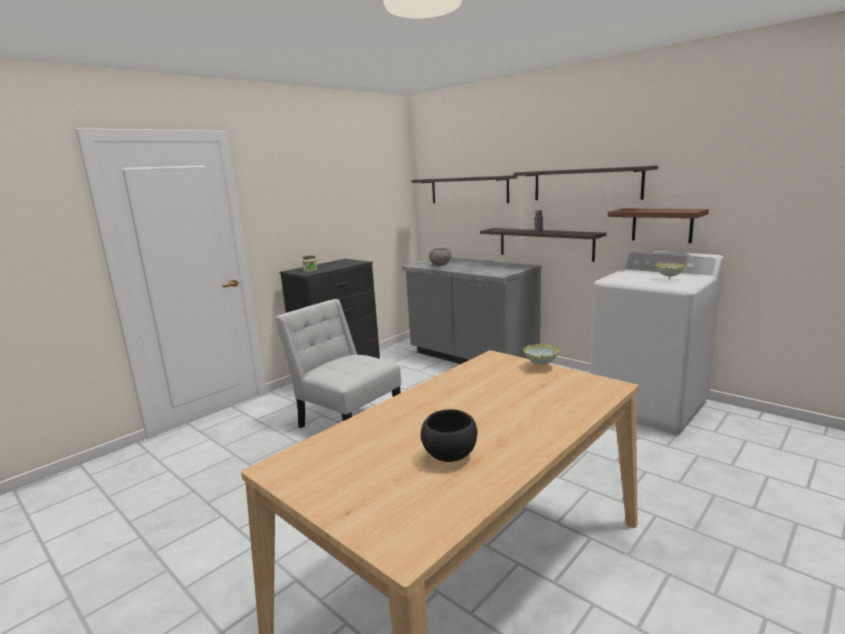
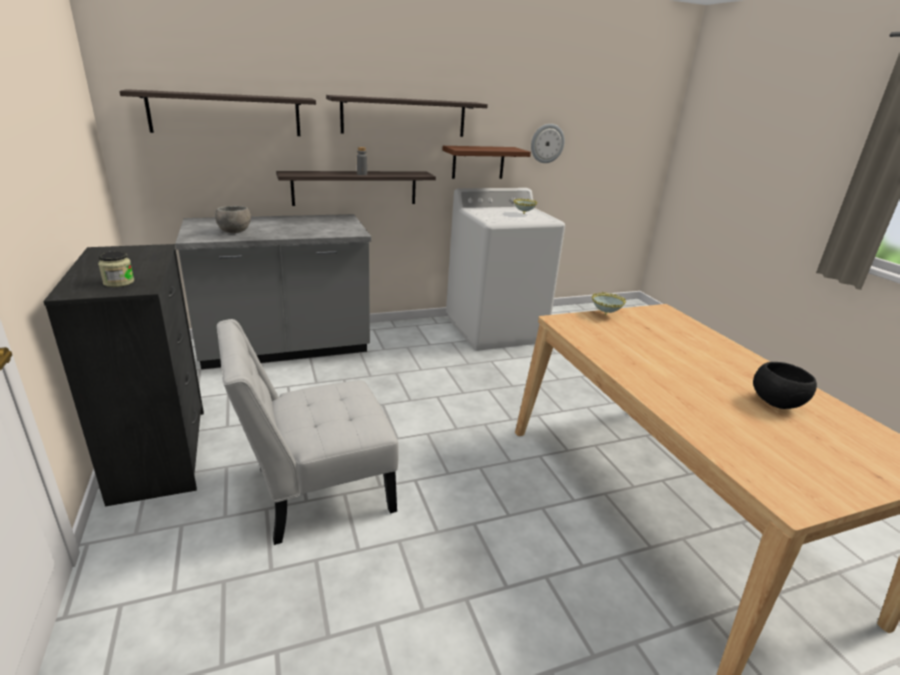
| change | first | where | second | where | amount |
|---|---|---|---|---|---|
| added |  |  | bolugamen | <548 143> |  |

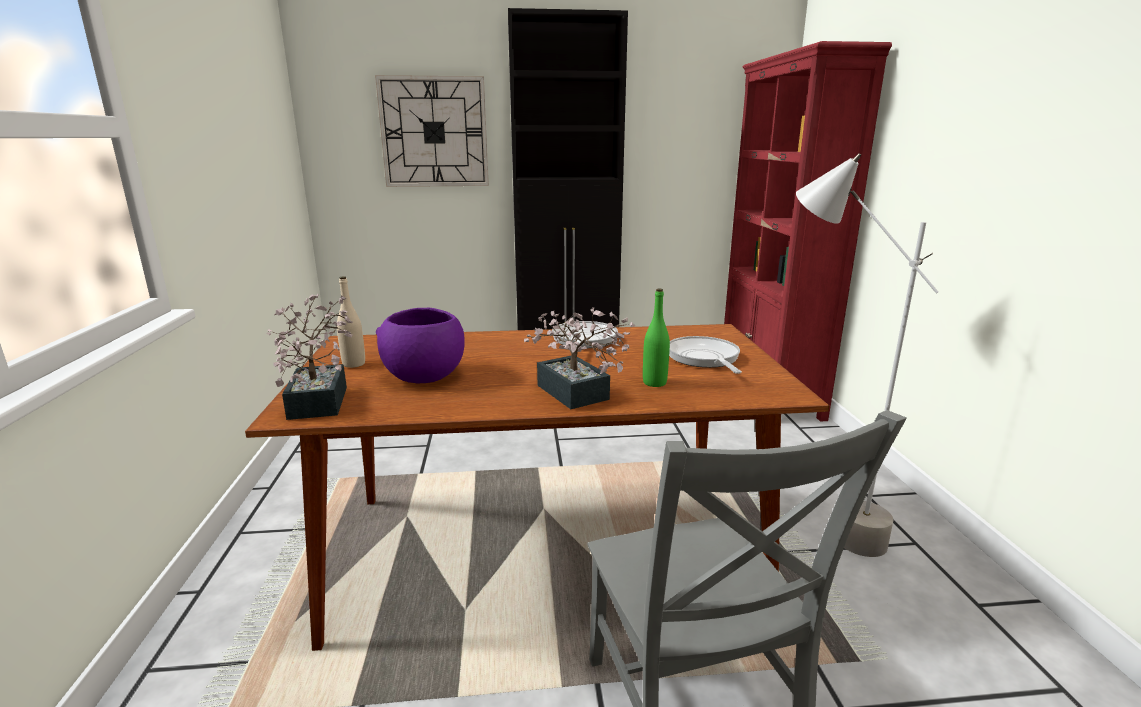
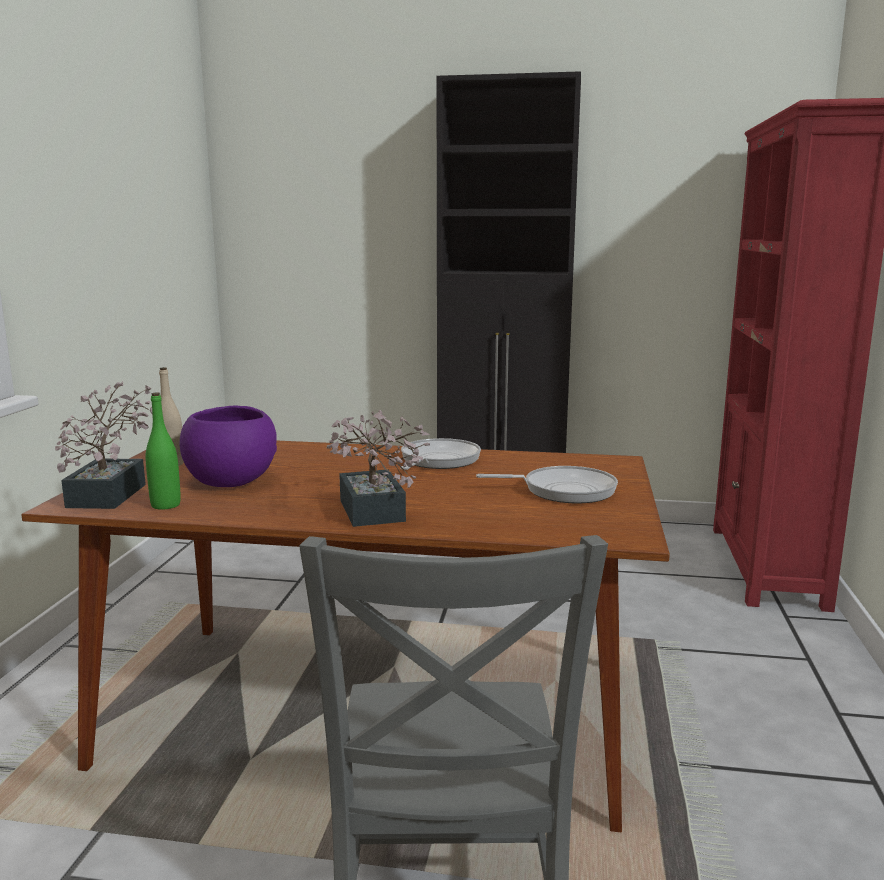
| change | first | where | second | where | amount |
|---|---|---|---|---|---|
| removed | bolugamen | <432 131> |  |  |  |
| removed | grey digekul | <867 355> |  |  |  |
| moved | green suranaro | <656 338> |  | <163 451> |  |
| turned | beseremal | <705 355> |  | <547 485> | 90 degrees clockwise |

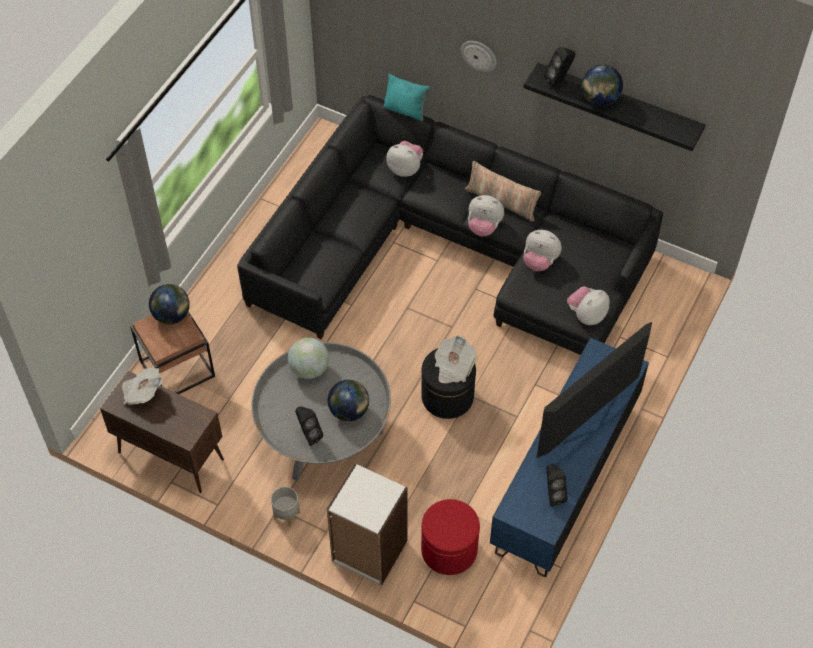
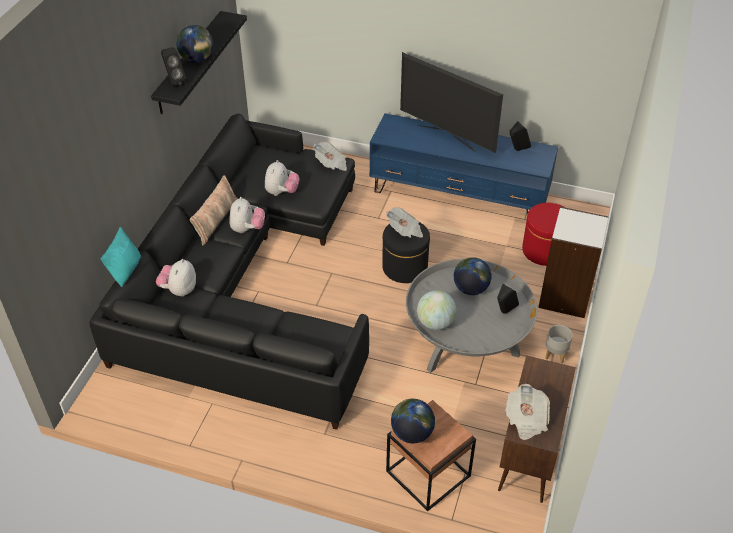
| change | first | where | second | where | amount |
|---|---|---|---|---|---|
| removed | bolugamen | <478 56> |  |  |  |
| replaced | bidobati | <588 305> | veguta | <330 156> |  |

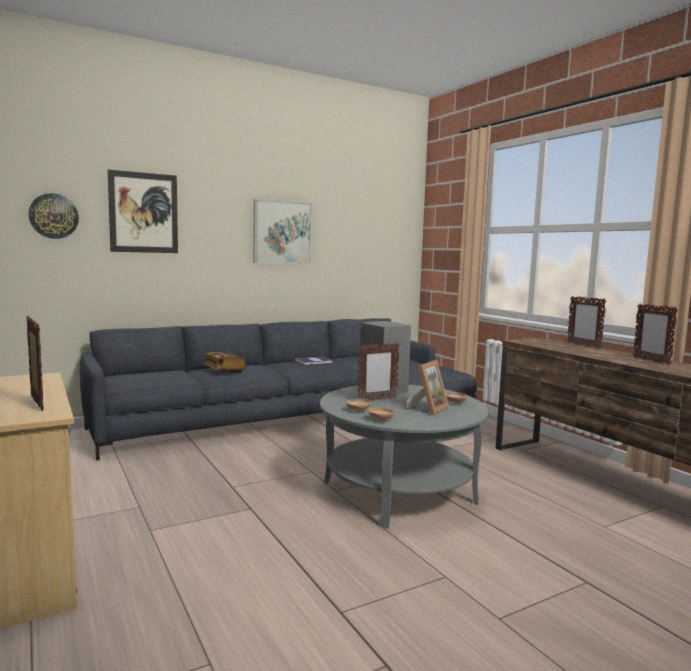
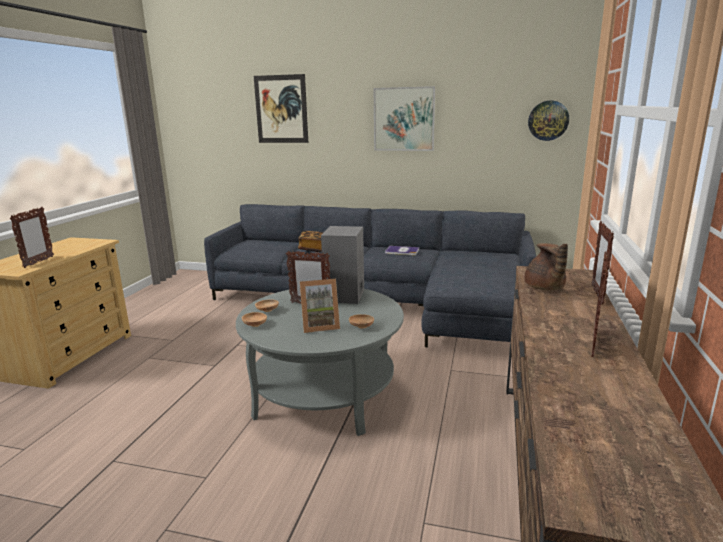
| change | first | where | second | where | amount |
|---|---|---|---|---|---|
| moved | bolugamen | <54 216> |  | <548 121> |  |
| added |  |  | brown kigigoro | <546 266> |  |

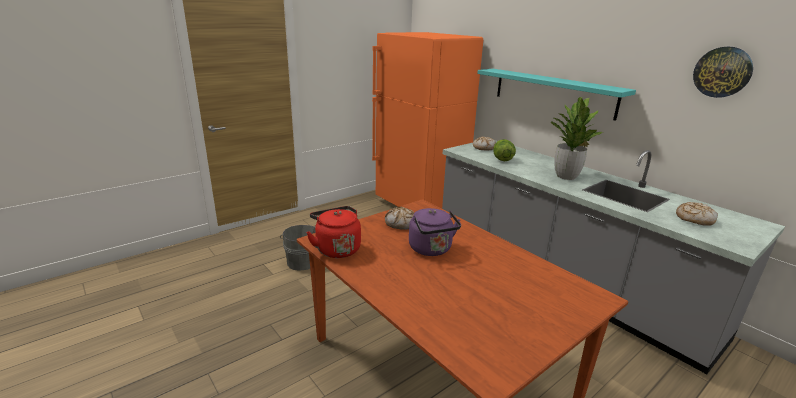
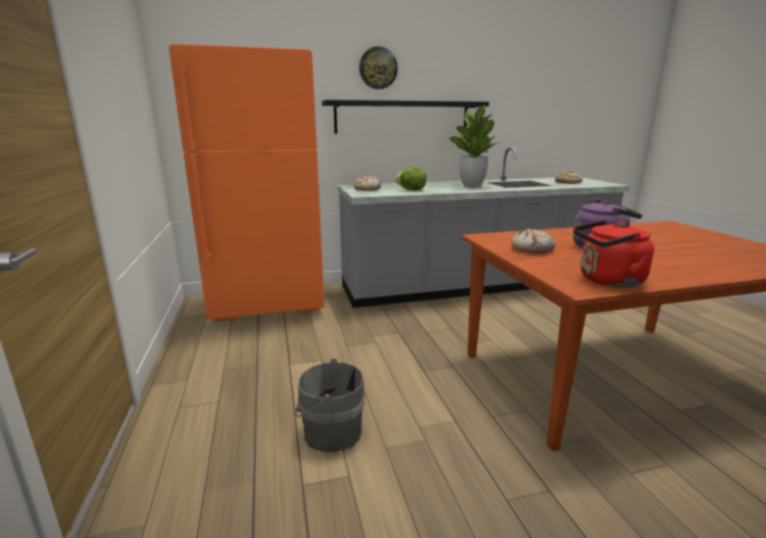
| change | first | where | second | where | amount |
|---|---|---|---|---|---|
| moved | bolugamen | <723 72> |  | <378 67> |  |
| recoloured | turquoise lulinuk | <556 95> | black lulinuk | <405 117> |  |

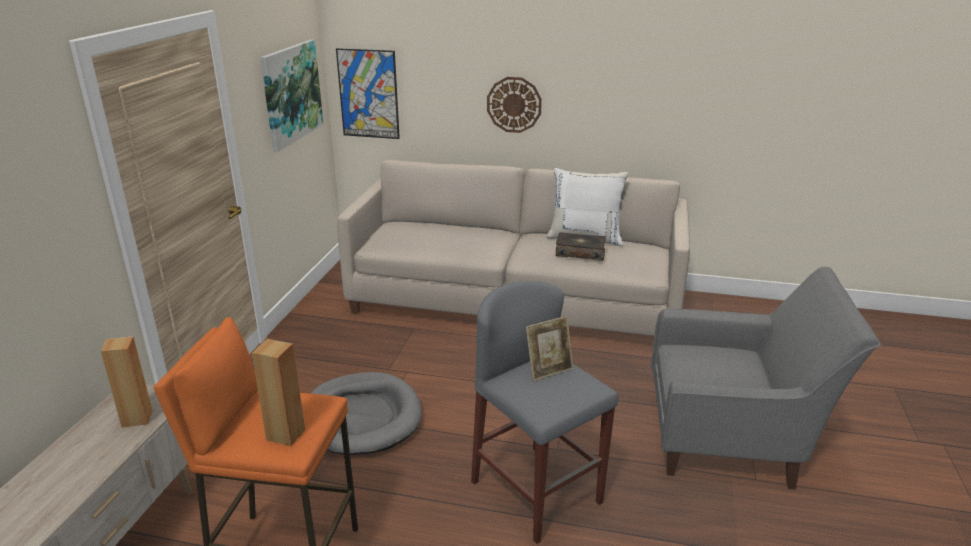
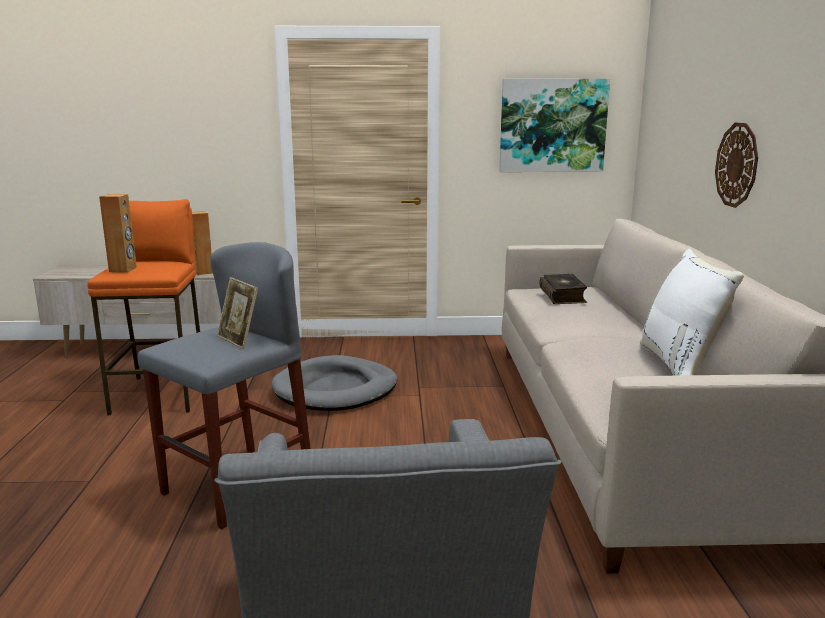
| change | first | where | second | where | amount |
|---|---|---|---|---|---|
| removed | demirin | <368 93> |  |  |  |
| moved | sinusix | <581 246> |  | <563 289> |  |

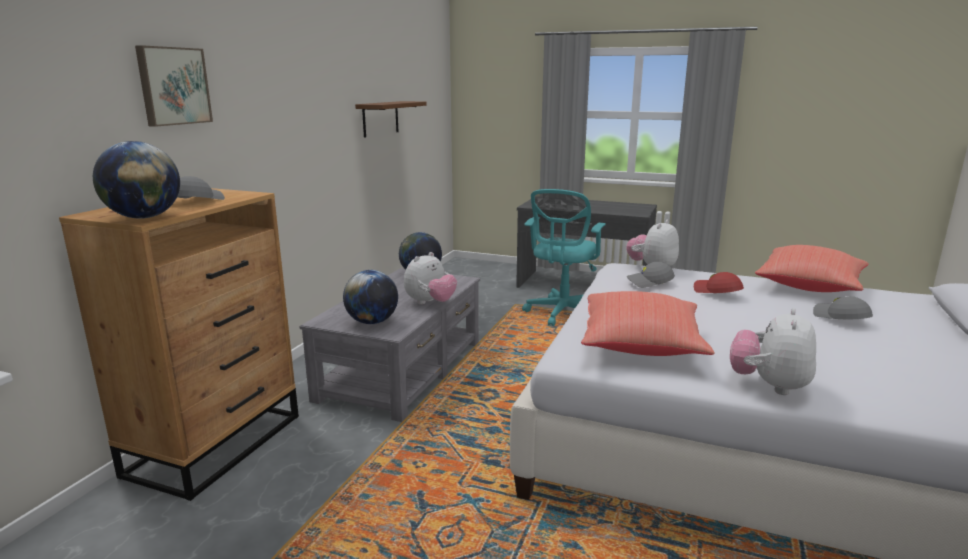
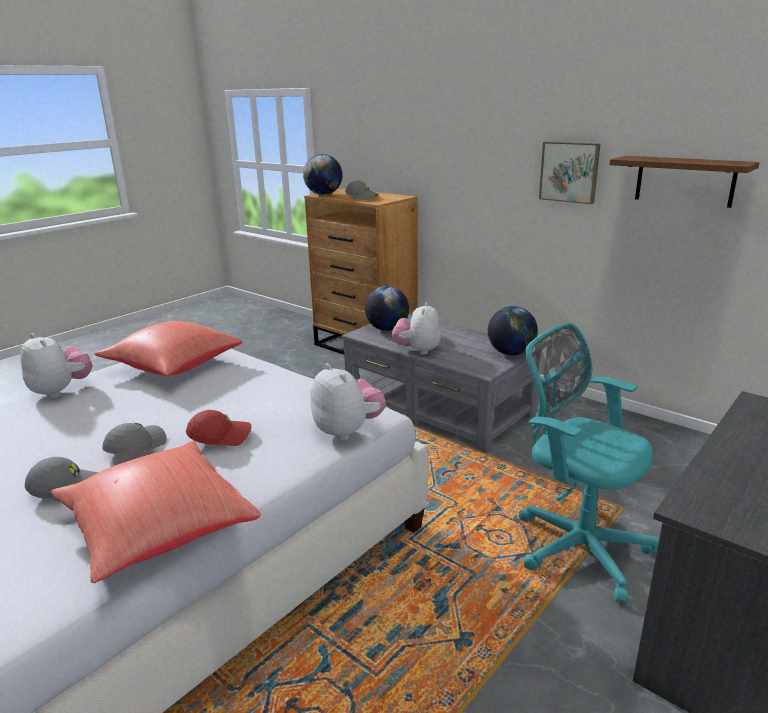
| change | first | where | second | where | amount |
|---|---|---|---|---|---|
| moved | demirin | <174 86> |  | <570 172> |  |
| turned | bidobati | <430 278> |  | <416 328> | 45 degrees clockwise |
| moved | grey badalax | <651 275> |  | <134 438> |  |

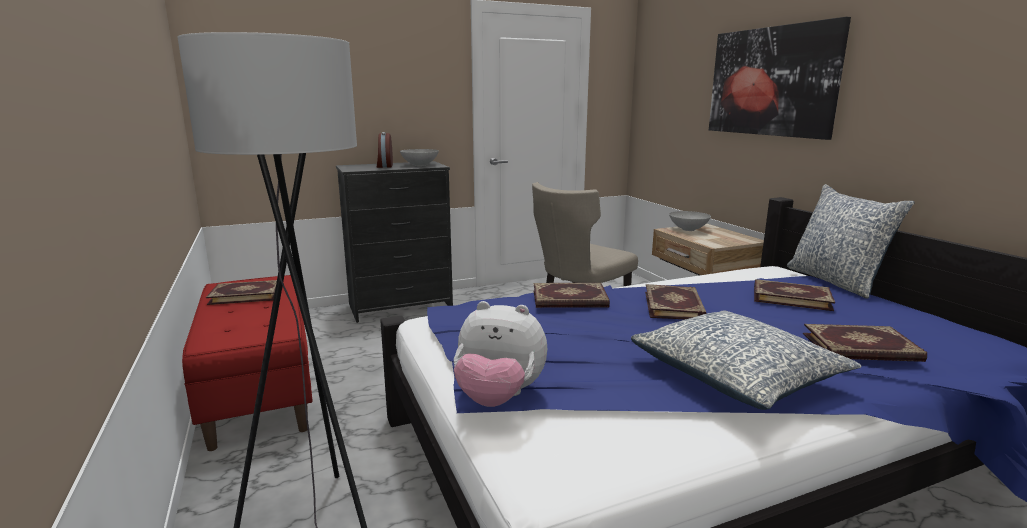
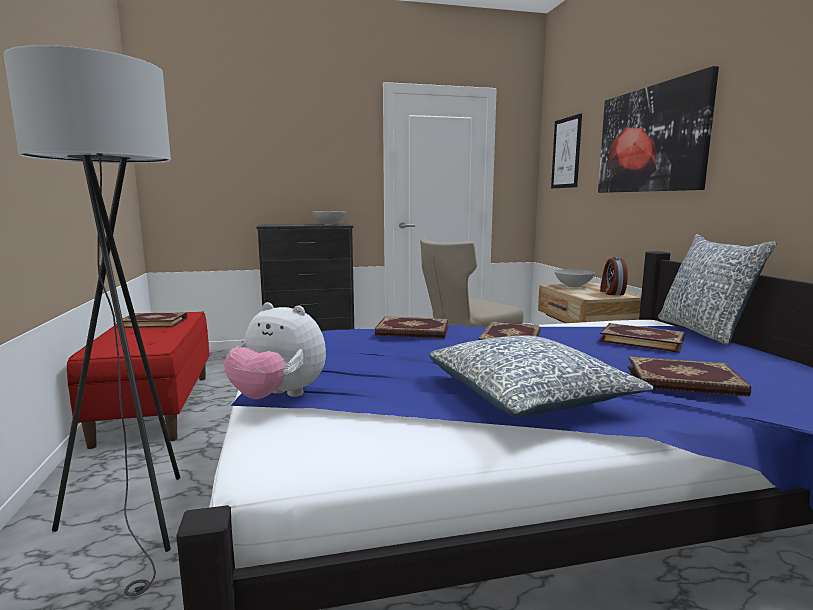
| change | first | where | second | where | amount |
|---|---|---|---|---|---|
| moved | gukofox | <384 150> |  | <614 276> |  |
| added |  |  | demirin | <566 151> |  |

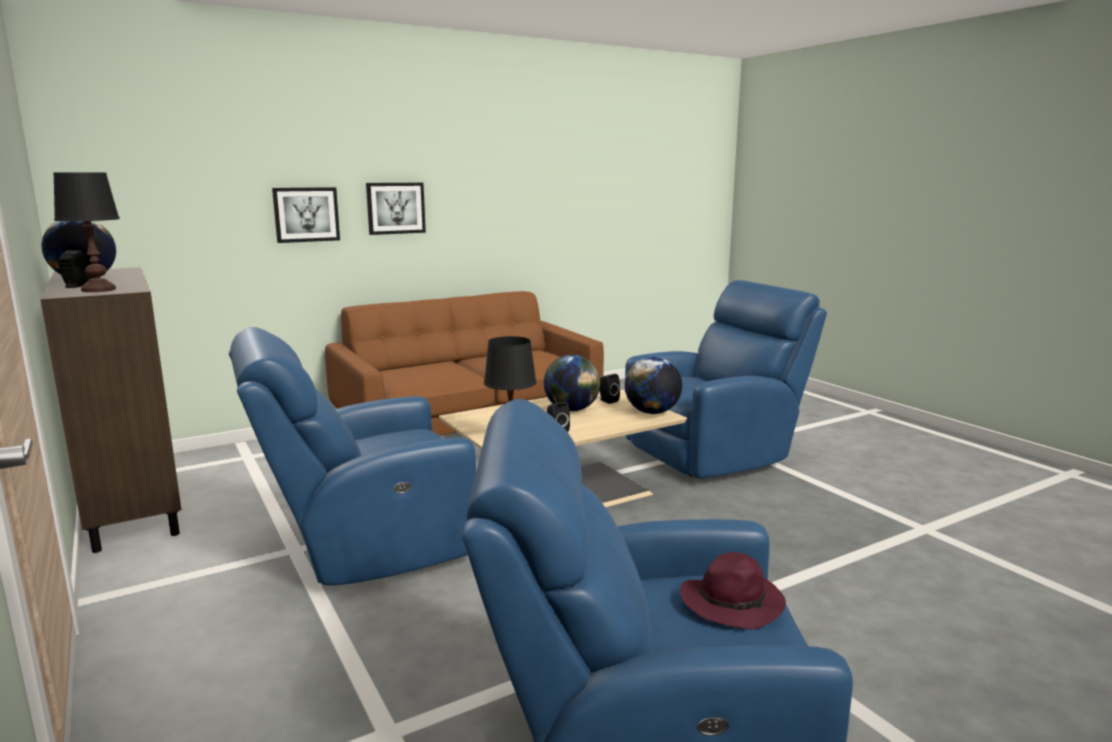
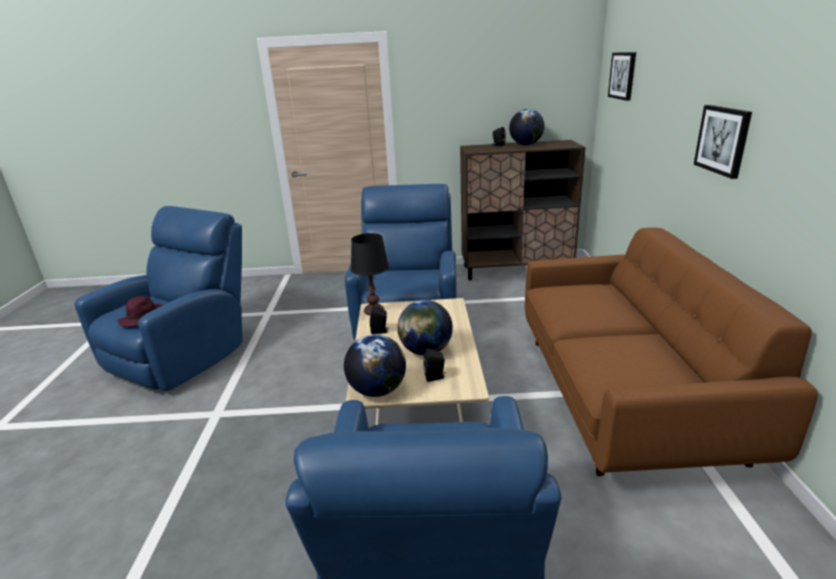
| change | first | where | second | where | amount |
|---|---|---|---|---|---|
| removed | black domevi | <86 232> |  |  |  |
| moved | demirin | <306 215> |  | <622 76> |  |

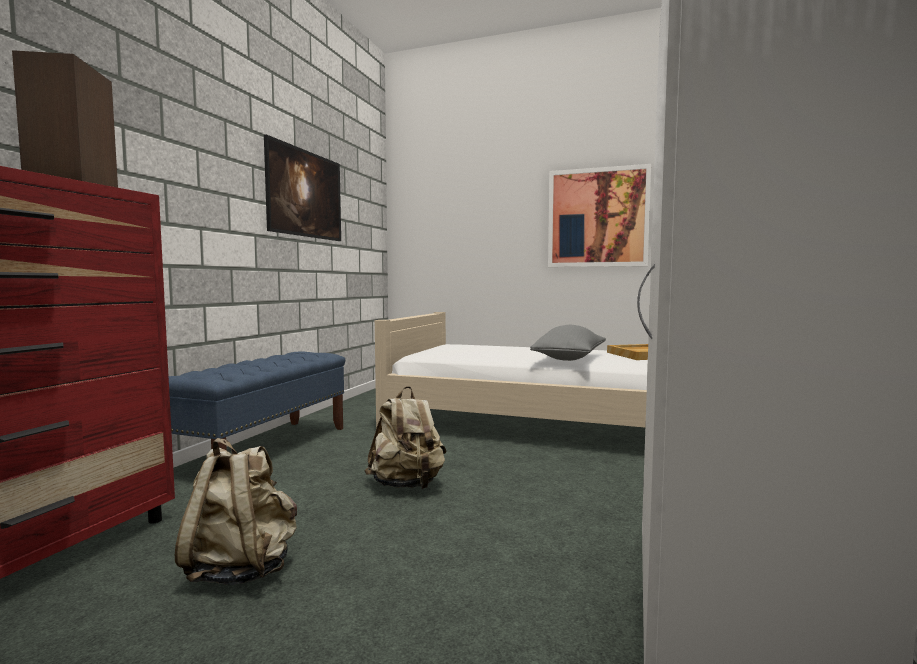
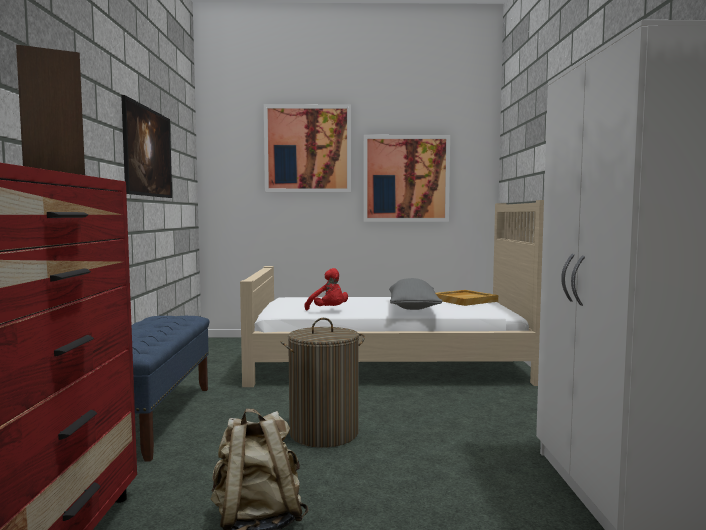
| change | first | where | second | where | amount |
|---|---|---|---|---|---|
| replaced | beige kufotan | <405 437> | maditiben | <322 383> |  |
| added |  |  | demirin | <307 148> |  |
| added |  |  | red bidobati | <326 289> |  |

